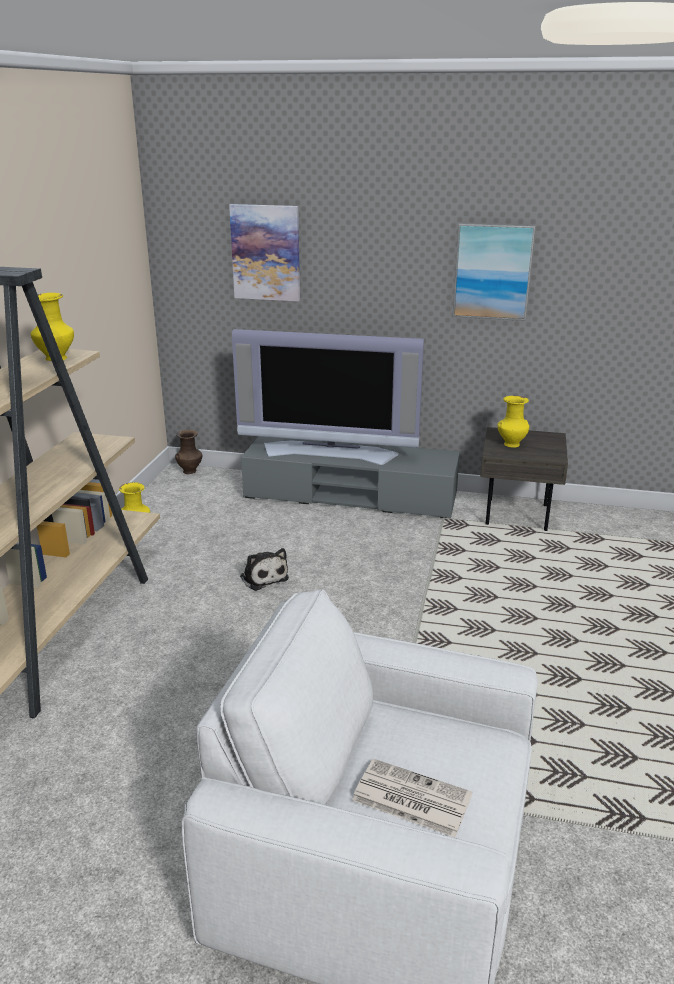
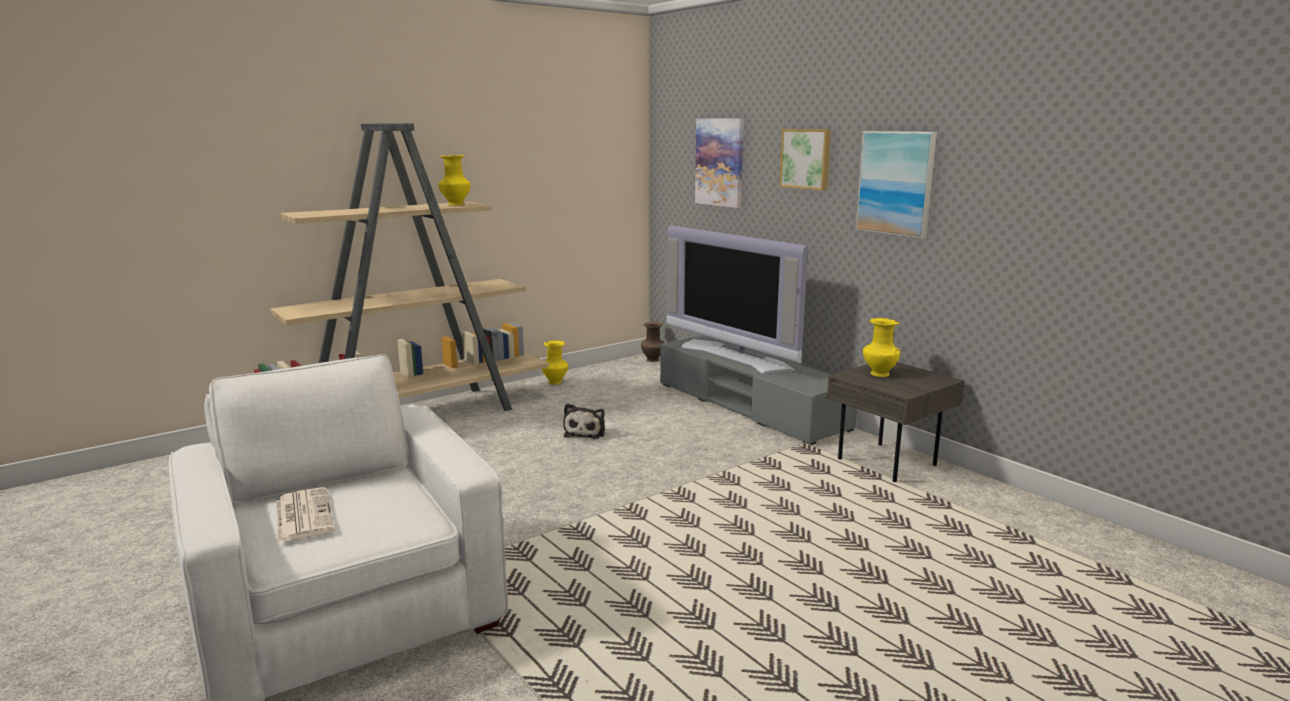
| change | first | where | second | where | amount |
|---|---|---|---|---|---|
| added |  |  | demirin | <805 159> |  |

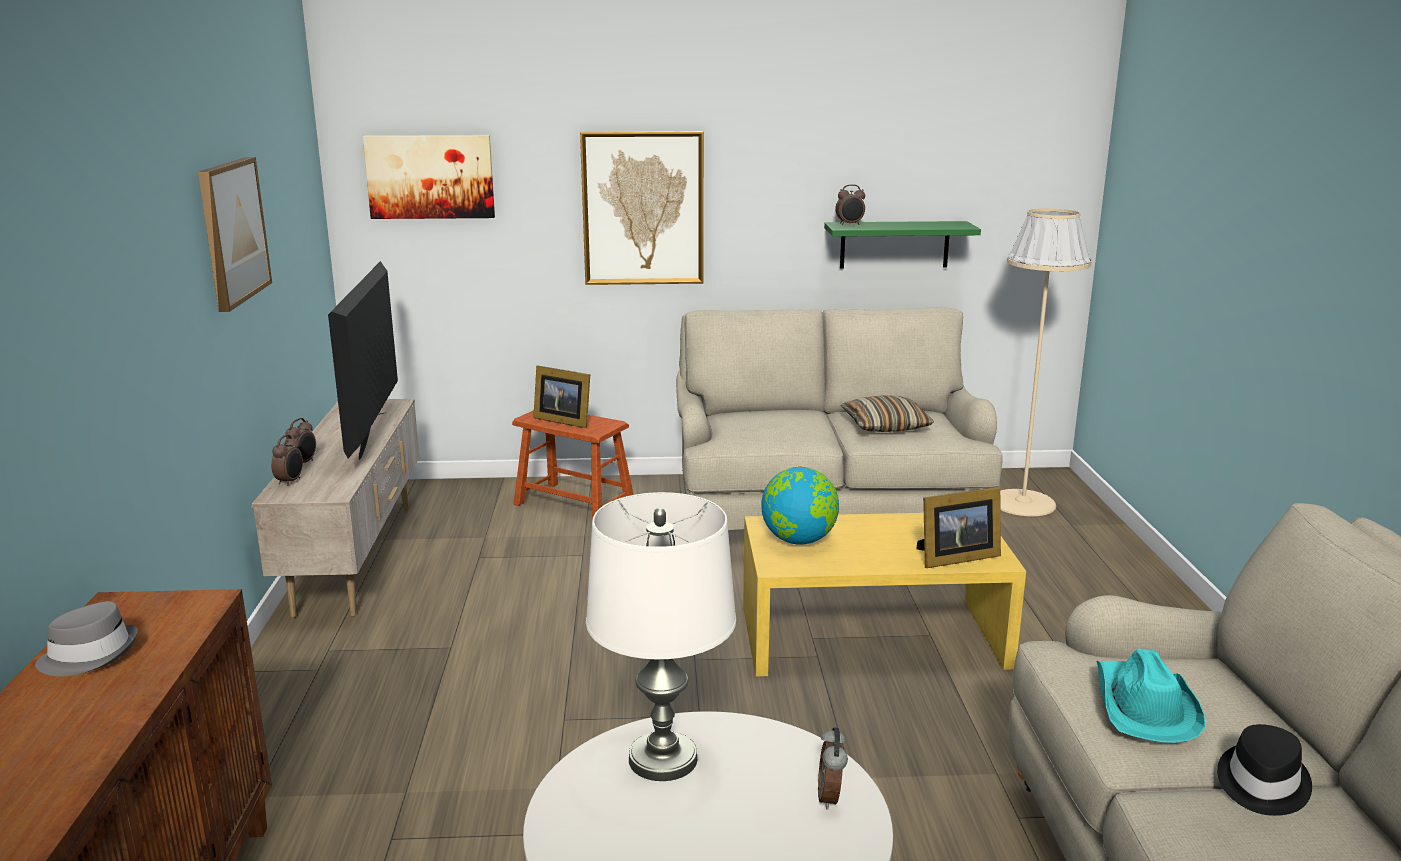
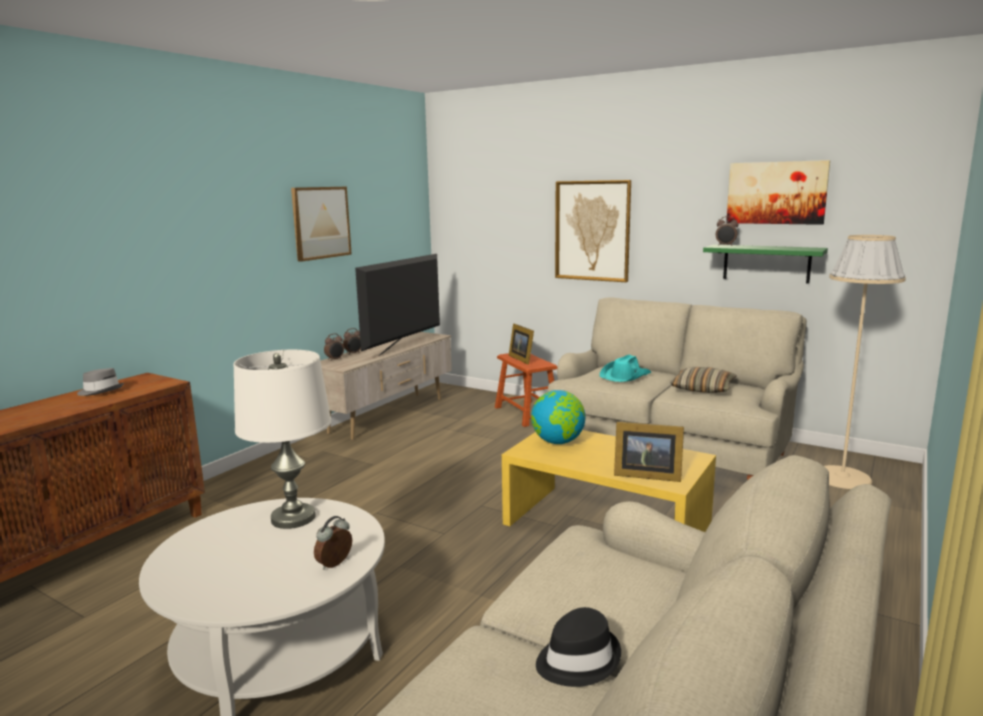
| change | first | where | second | where | amount |
|---|---|---|---|---|---|
| moved | demirin | <429 177> |  | <778 192> |  |
| moved | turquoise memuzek | <1151 696> |  | <626 368> |  |

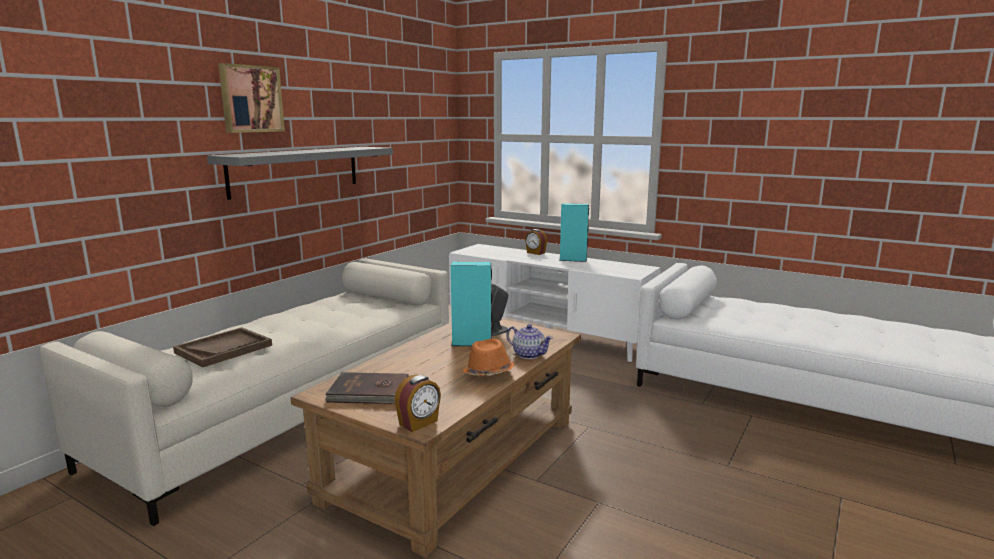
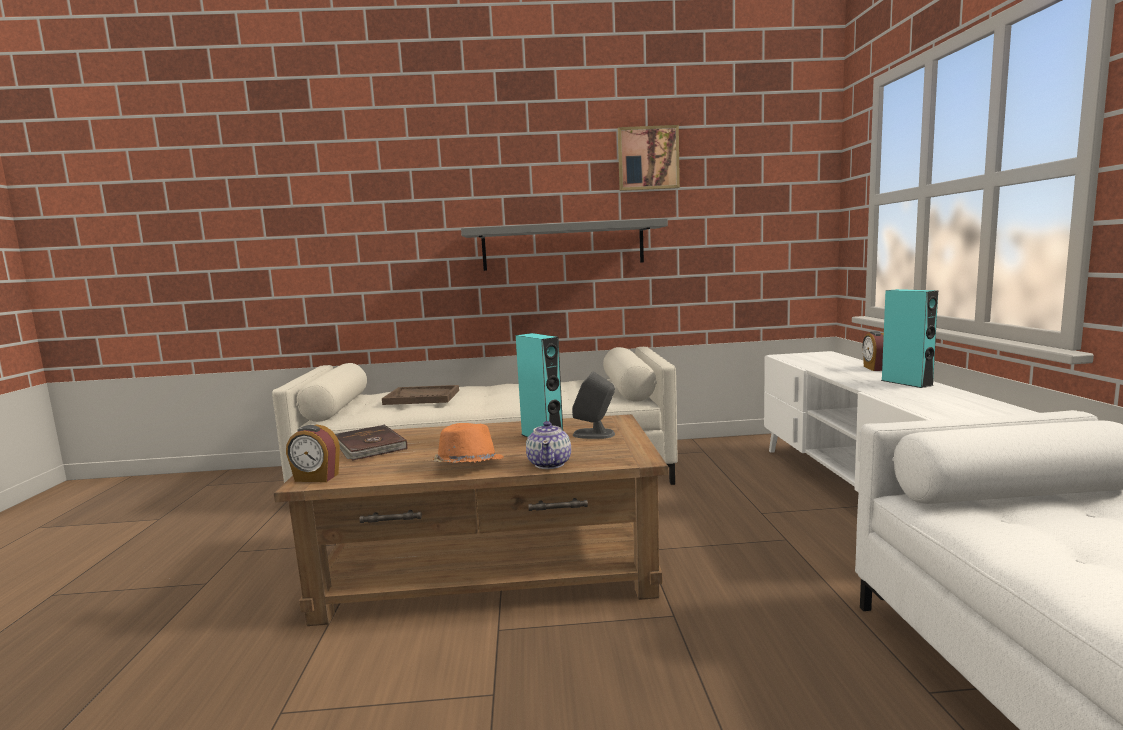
| change | first | where | second | where | amount |
|---|---|---|---|---|---|
| moved | demirin | <251 98> |  | <649 158> |  |

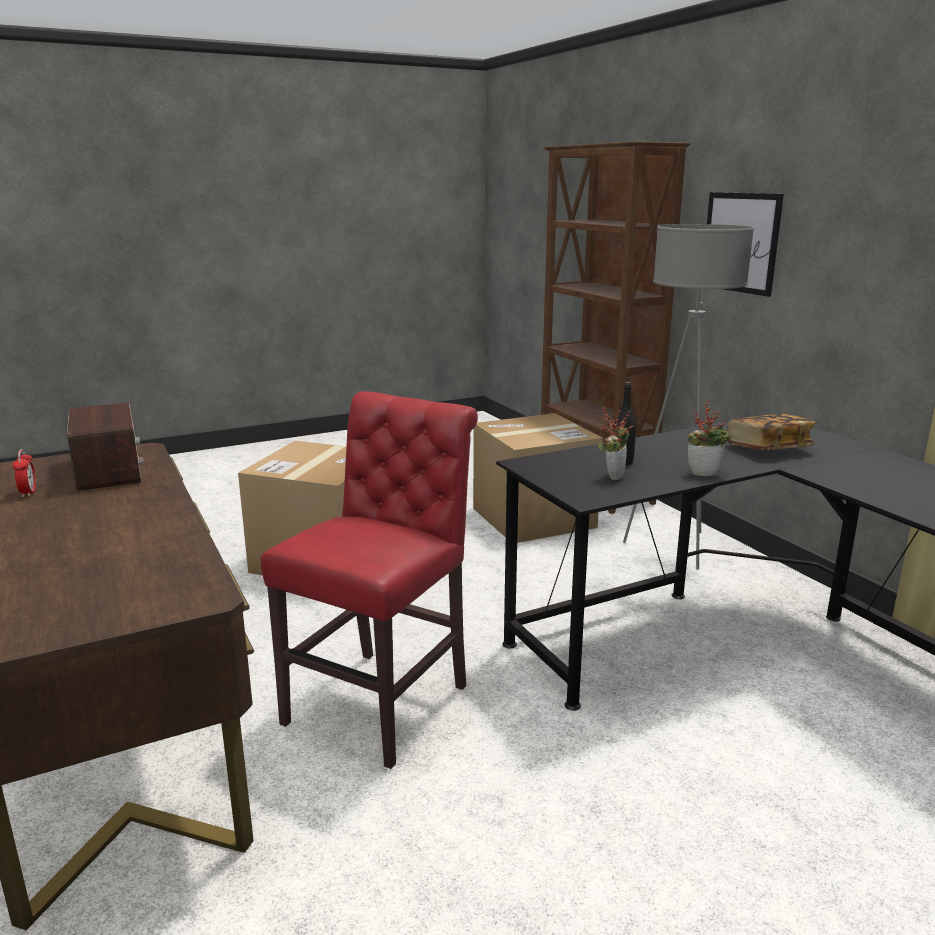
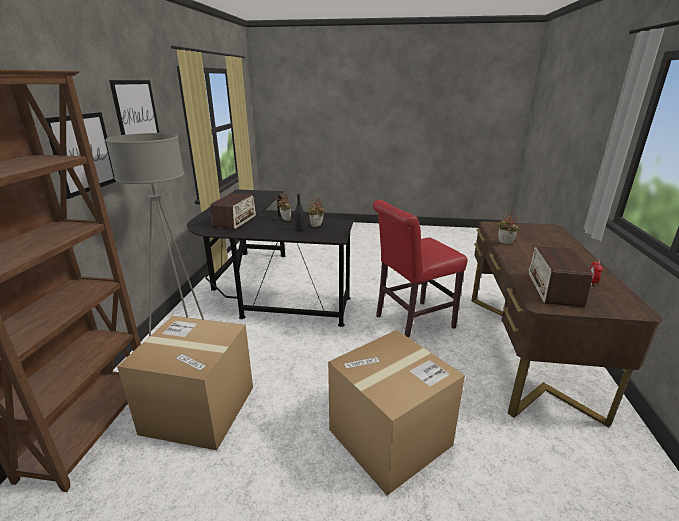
| change | first | where | second | where | amount |
|---|---|---|---|---|---|
| replaced | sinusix | <772 431> | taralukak | <233 211> |  |
| added |  |  | demirin | <134 107> |  |
| added |  |  | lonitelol | <508 227> |  |

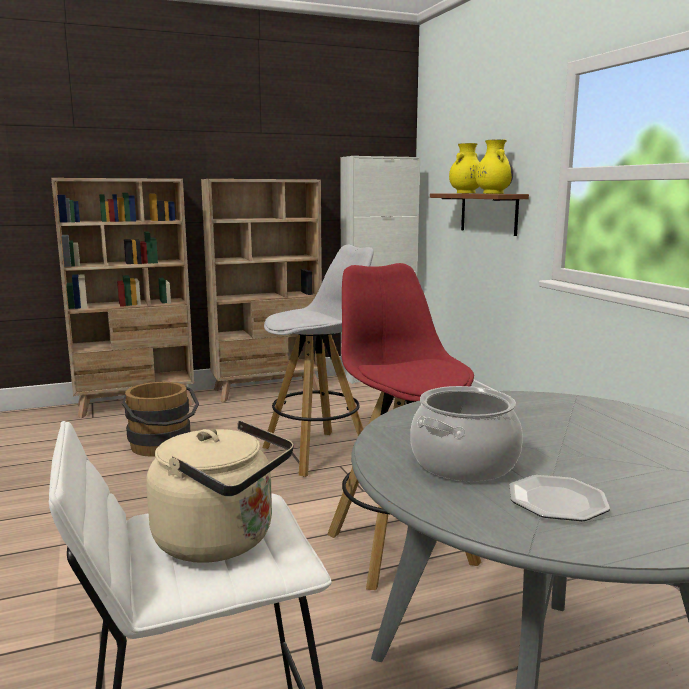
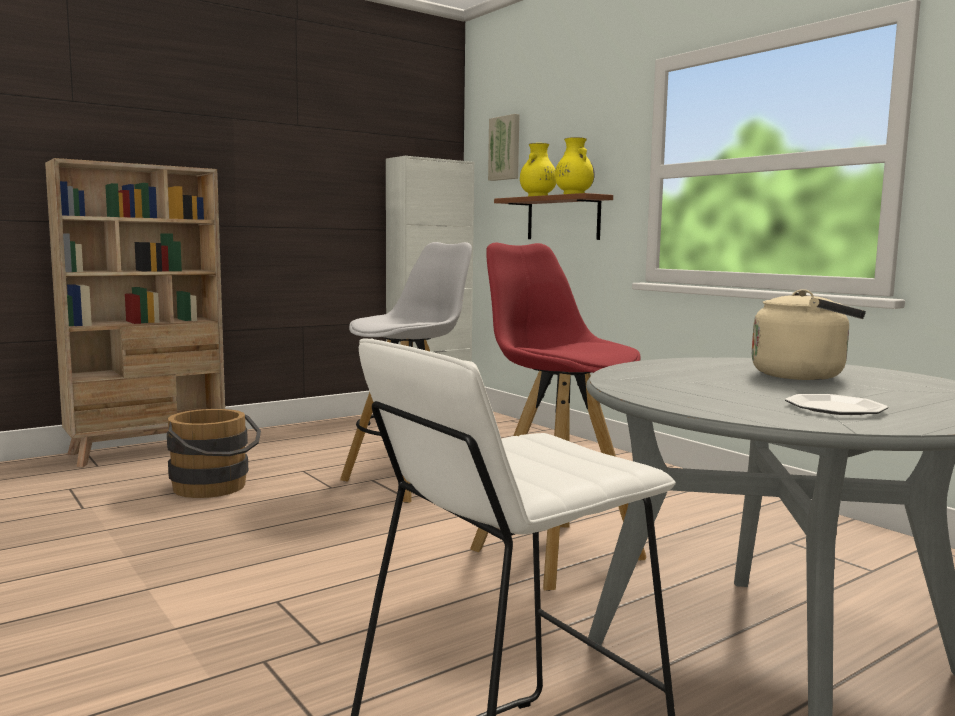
| change | first | where | second | where | amount |
|---|---|---|---|---|---|
| removed | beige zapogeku | <261 290> |  |  |  |
| removed | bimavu | <466 433> |  |  |  |
| moved | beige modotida | <220 492> |  | <809 334> |  |
| added |  |  | demirin | <503 147> |  |

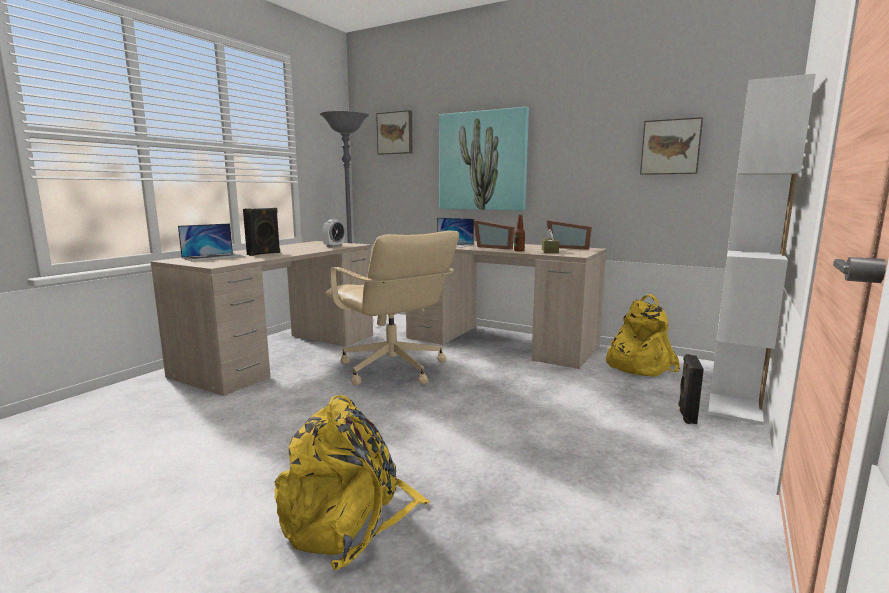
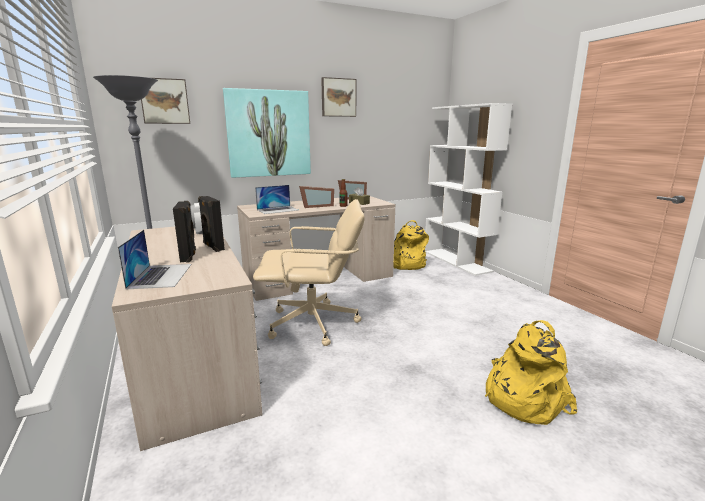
| change | first | where | second | where | amount |
|---|---|---|---|---|---|
| moved | demirin | <671 146> |  | <338 97> |  |
| moved | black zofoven | <691 389> |  | <211 224> |  |

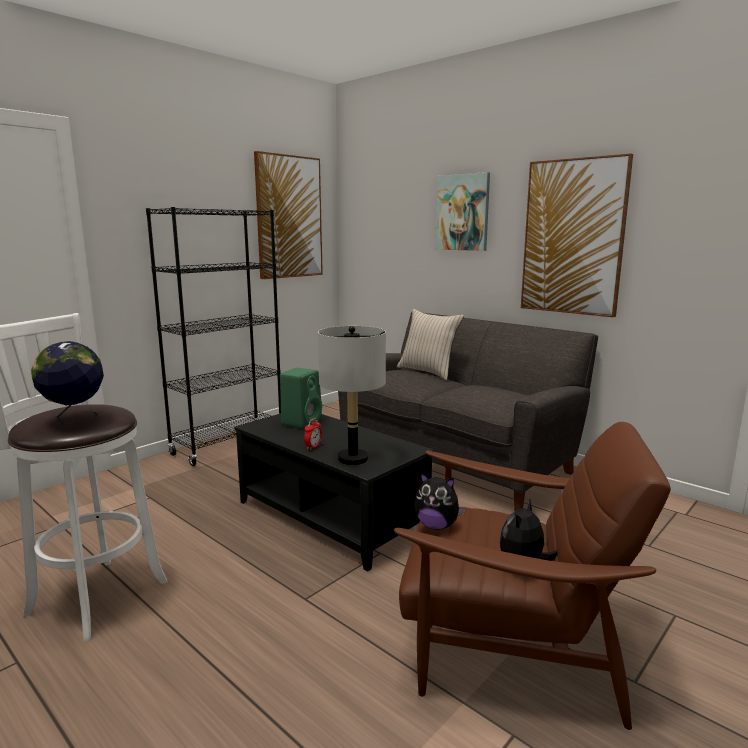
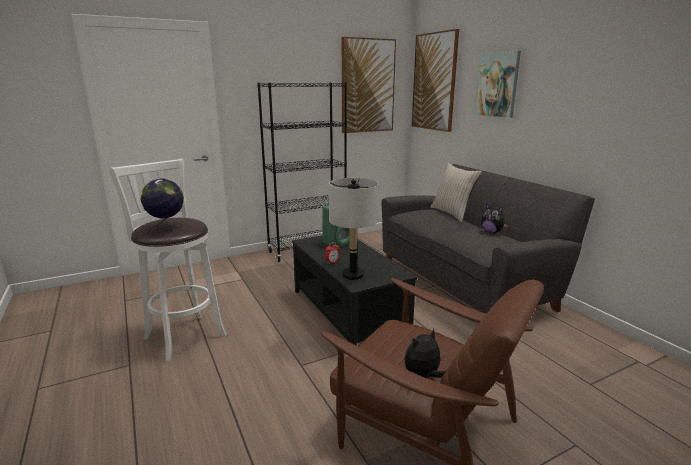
| change | first | where | second | where | amount |
|---|---|---|---|---|---|
| moved | demirin | <577 235> |  | <435 80> |  |
| moved | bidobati | <440 501> |  | <494 218> |  |

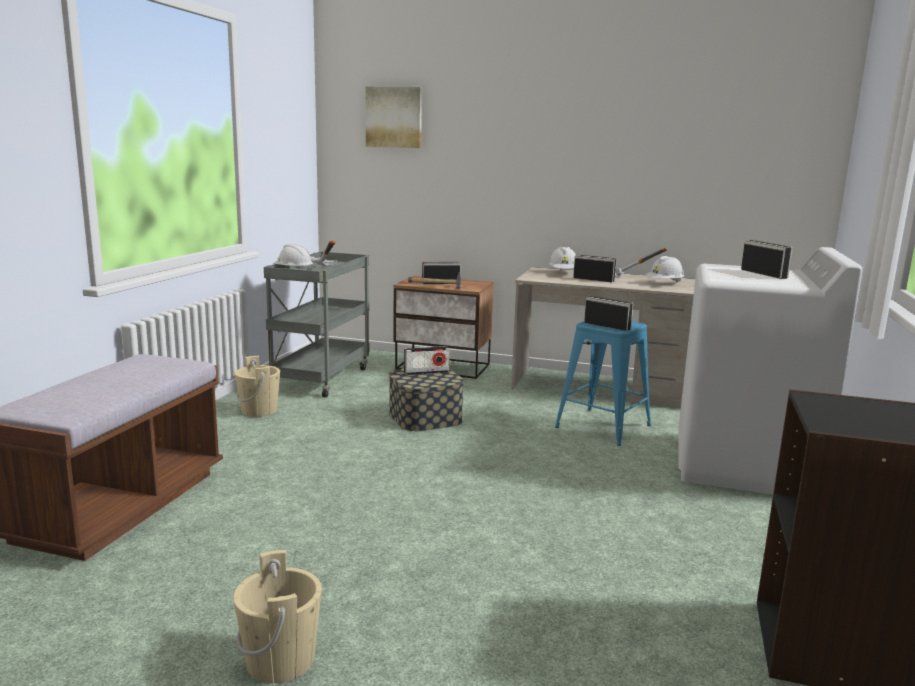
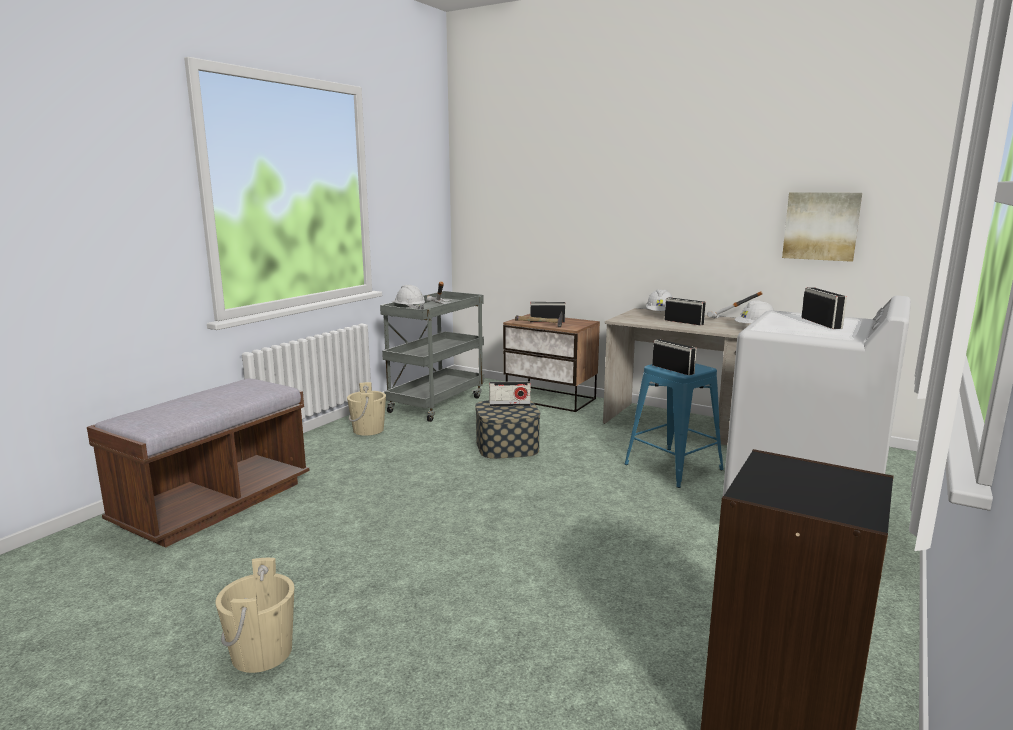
| change | first | where | second | where | amount |
|---|---|---|---|---|---|
| moved | demirin | <394 117> |  | <822 227> |  |

